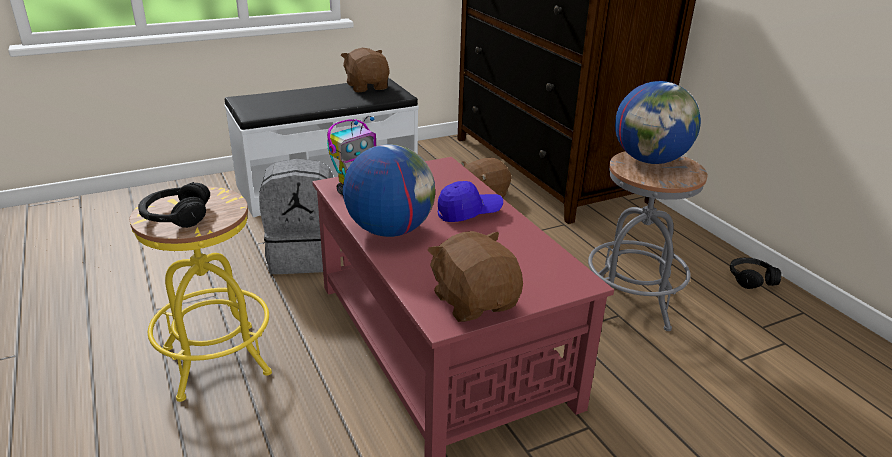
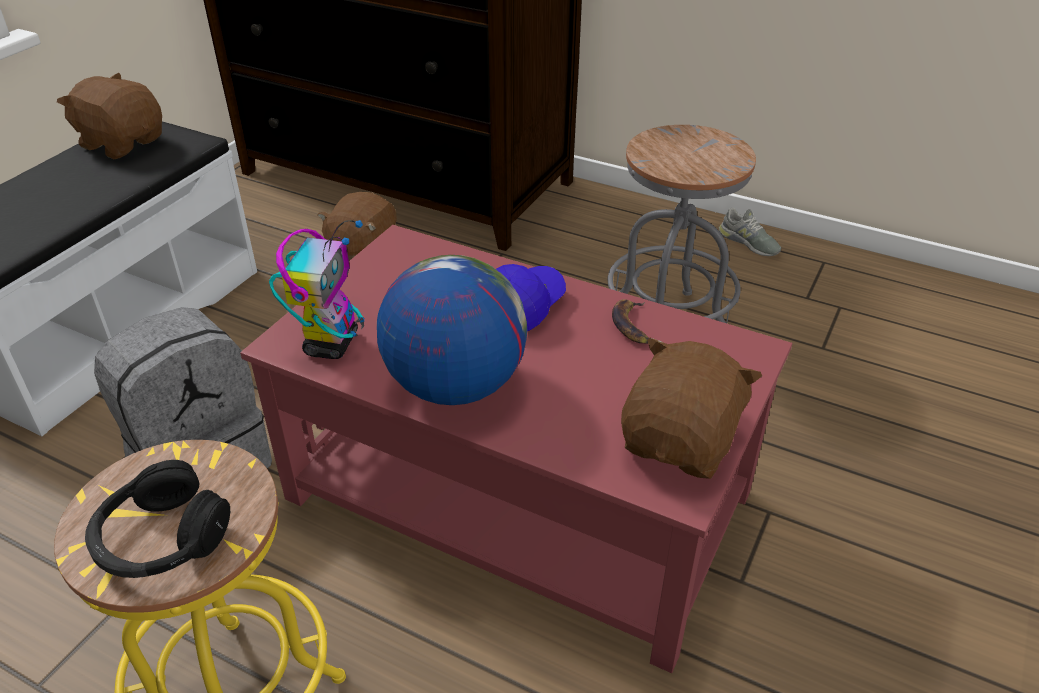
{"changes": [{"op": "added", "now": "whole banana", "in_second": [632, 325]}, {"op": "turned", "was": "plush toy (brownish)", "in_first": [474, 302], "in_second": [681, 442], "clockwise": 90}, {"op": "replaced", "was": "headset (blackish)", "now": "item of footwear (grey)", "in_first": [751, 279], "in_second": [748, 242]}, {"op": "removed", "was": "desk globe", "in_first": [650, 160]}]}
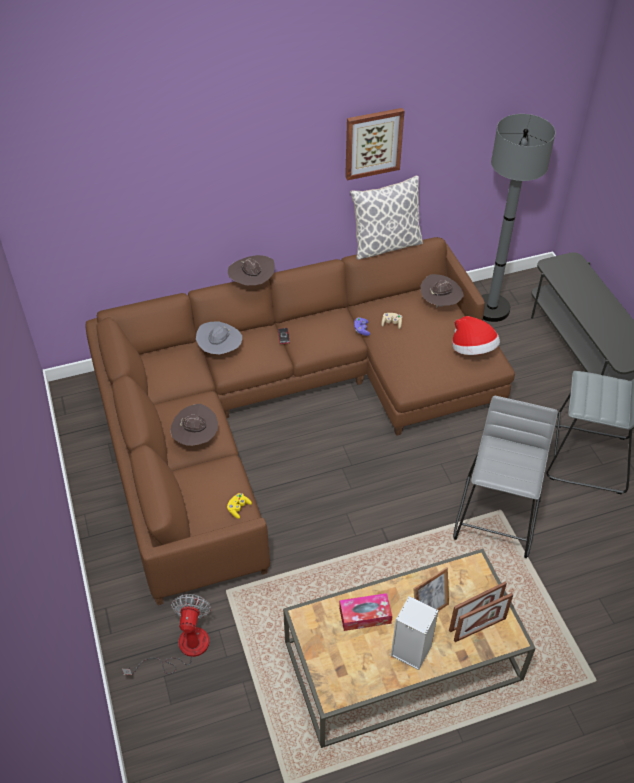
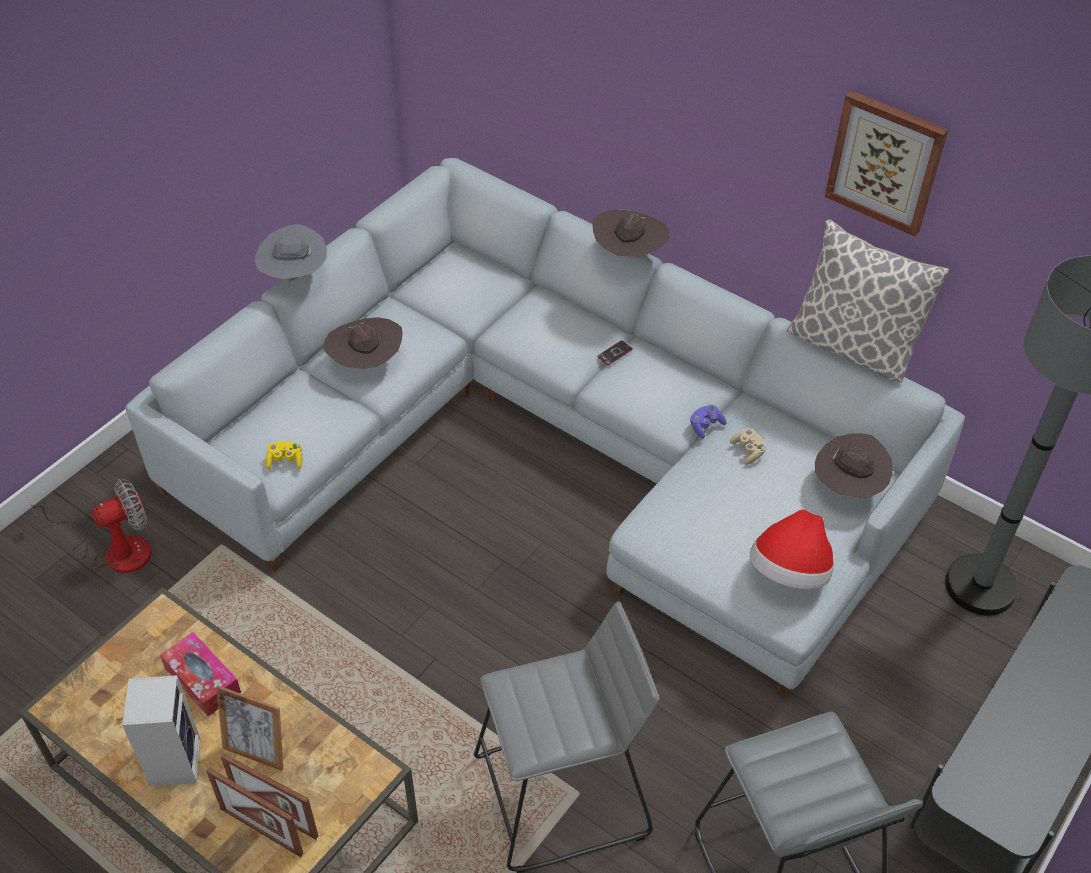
{"changes": [{"op": "recoloured", "was": "sofa (brownish)", "now": "sofa (grey)", "in_first": [284, 407], "in_second": [554, 445]}, {"op": "moved", "was": "hat (grey)", "in_first": [220, 350], "in_second": [294, 276]}]}
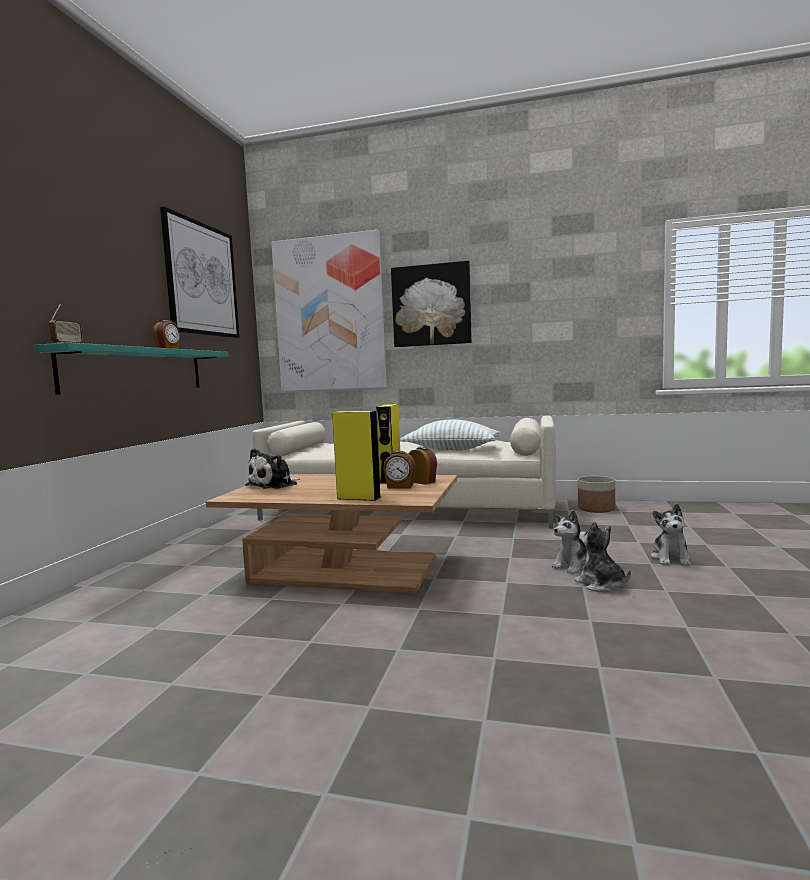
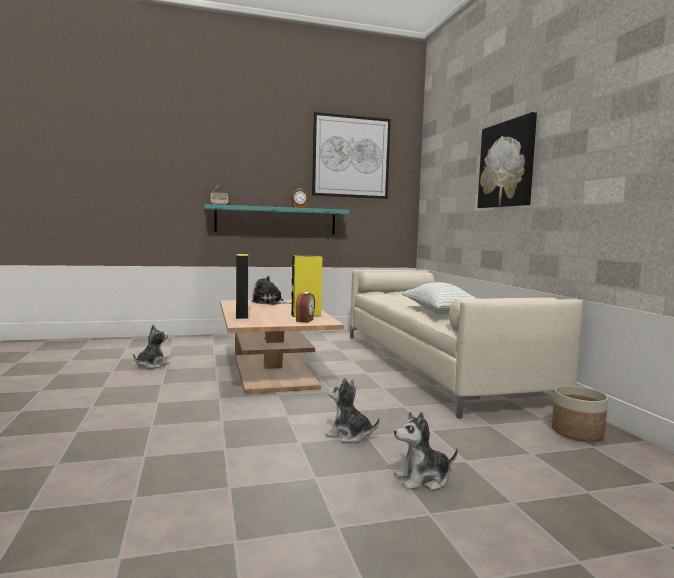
{"changes": [{"op": "moved", "was": "plush toy", "in_first": [601, 585], "in_second": [151, 365]}, {"op": "removed", "was": "picture", "in_first": [329, 314]}, {"op": "removed", "was": "table clock", "in_first": [400, 487]}]}
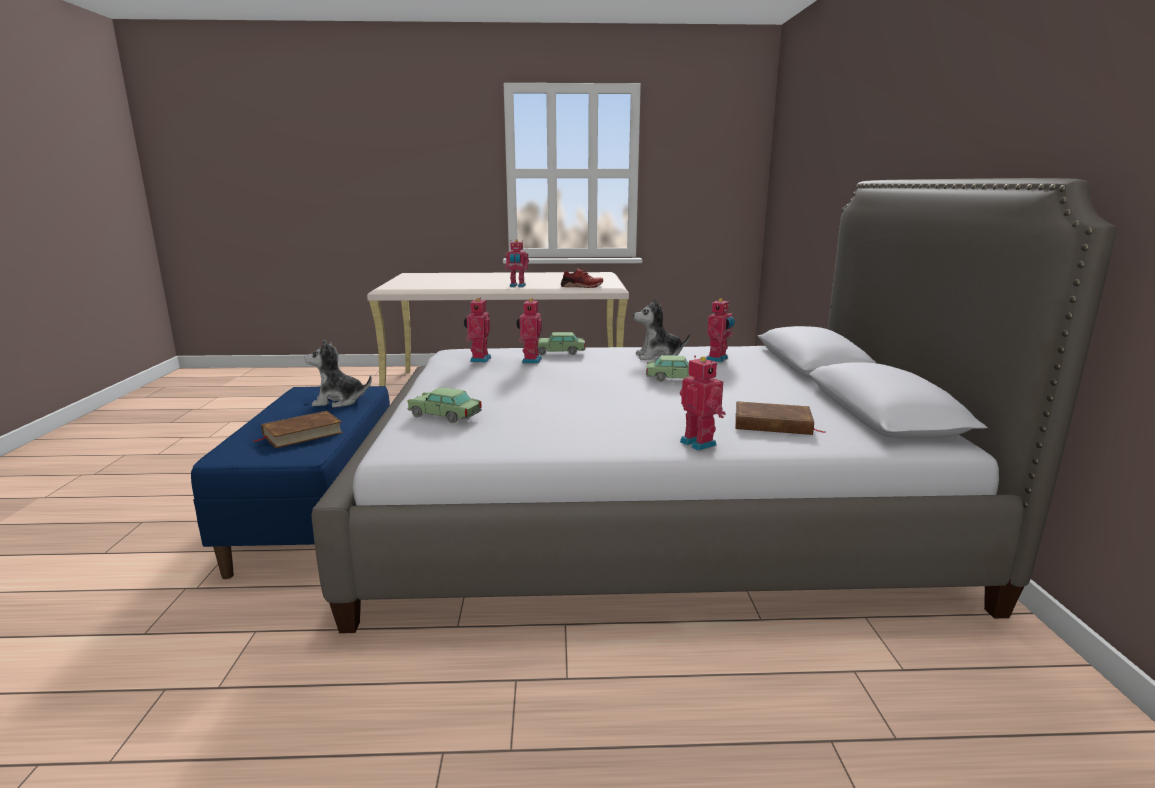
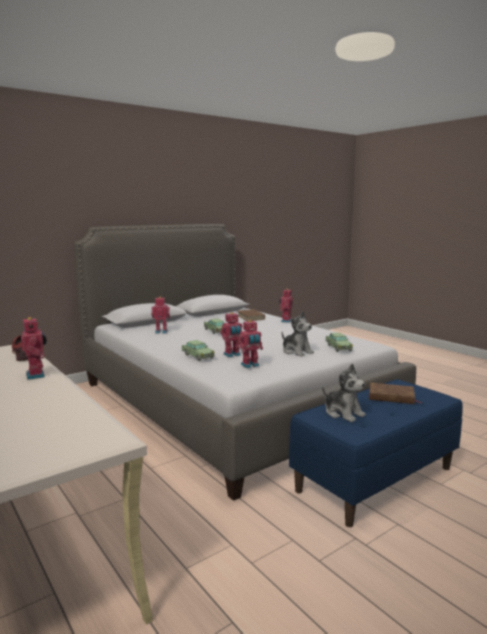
{"changes": [{"op": "moved", "was": "plush toy", "in_first": [658, 357], "in_second": [296, 351]}]}
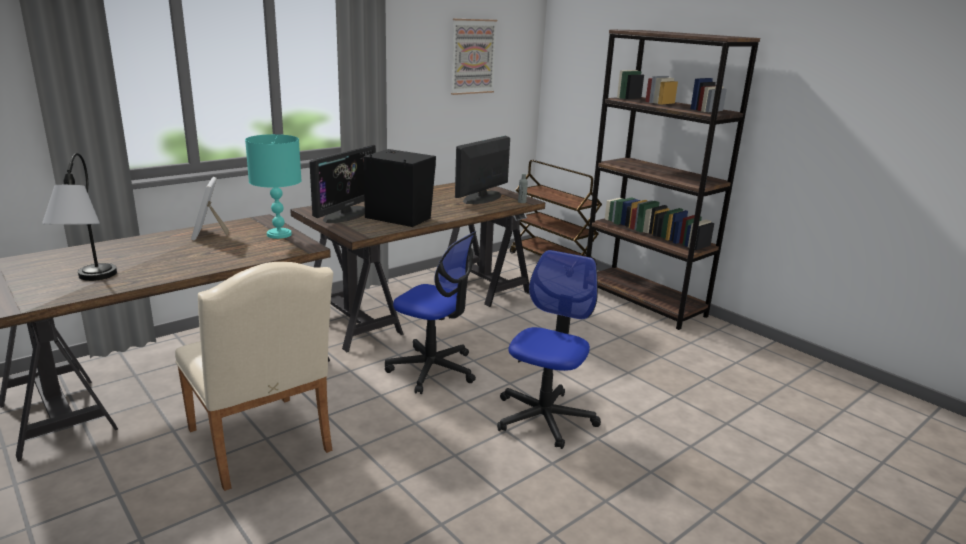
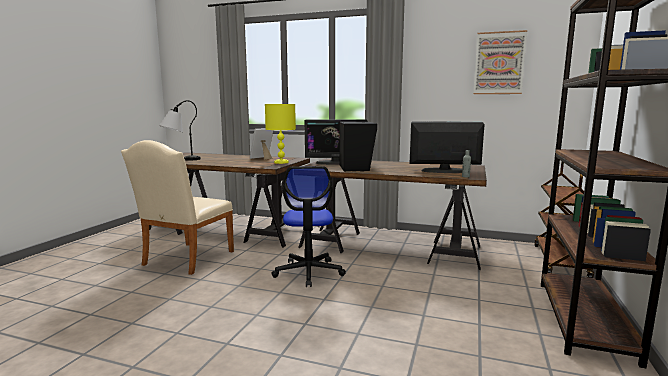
{"changes": [{"op": "recoloured", "was": "tabletop lamp (turquoise)", "now": "tabletop lamp (yellow-coloured)", "in_first": [279, 234], "in_second": [281, 162]}, {"op": "removed", "was": "desk chair", "in_first": [544, 418]}]}
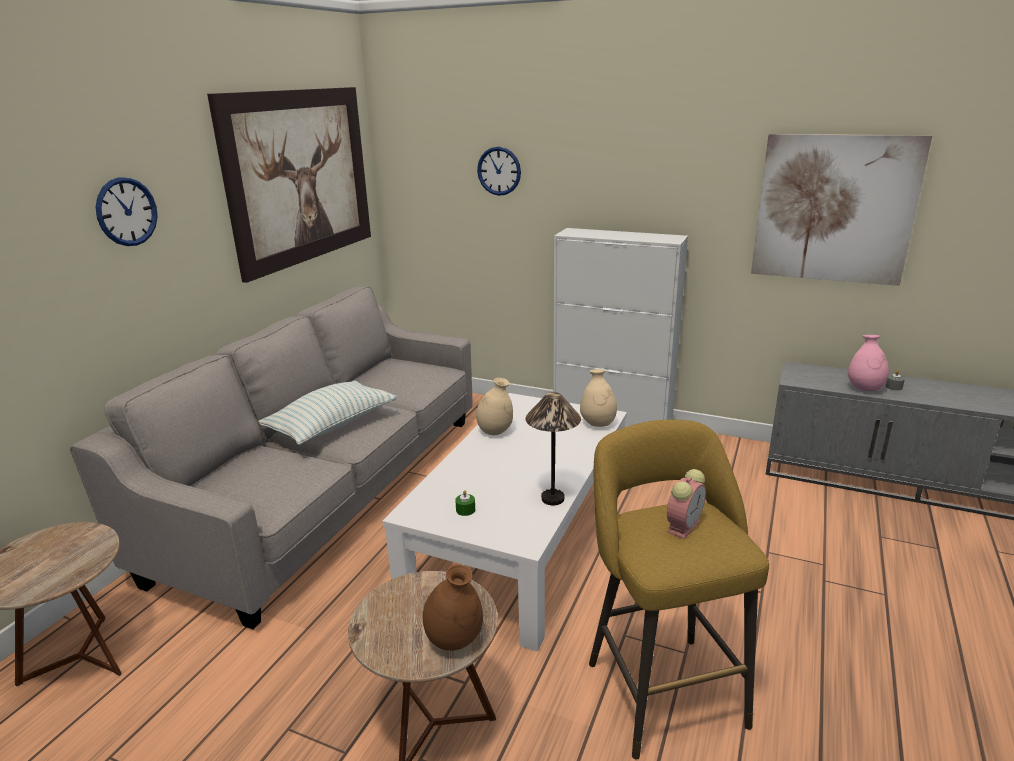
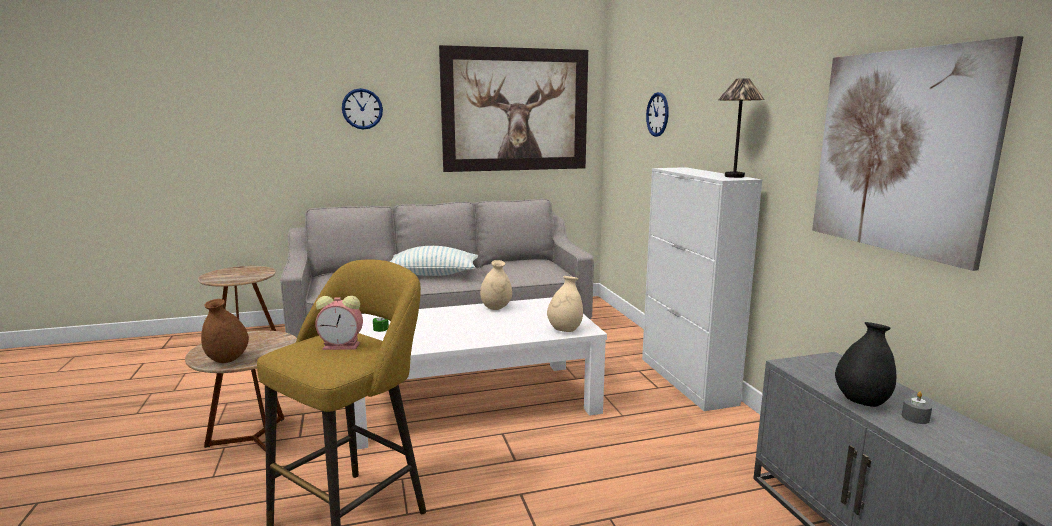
{"changes": [{"op": "moved", "was": "tabletop lamp", "in_first": [552, 498], "in_second": [734, 176]}, {"op": "recoloured", "was": "flower vase (pink)", "now": "flower vase (blackish)", "in_first": [864, 389], "in_second": [861, 402]}]}
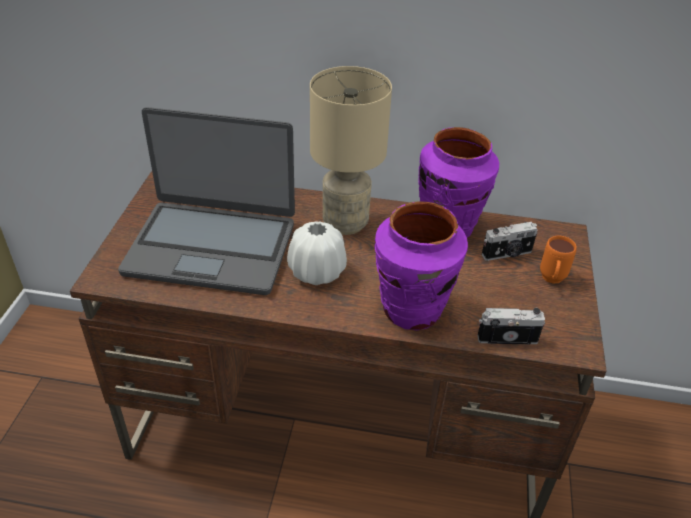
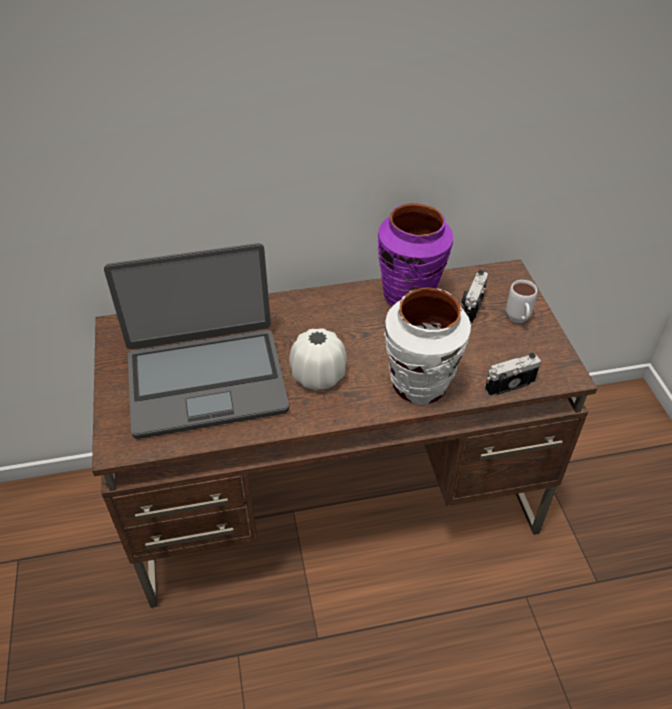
{"changes": [{"op": "recoloured", "was": "flower vase (purple)", "now": "flower vase (whitish)", "in_first": [412, 310], "in_second": [420, 385]}, {"op": "turned", "was": "photo camera", "in_first": [507, 254], "in_second": [471, 307], "clockwise": 150}, {"op": "recoloured", "was": "mug (orangey)", "now": "mug (whitish)", "in_first": [551, 281], "in_second": [518, 321]}, {"op": "removed", "was": "tabletop lamp (beige-coloured)", "in_first": [346, 223]}]}
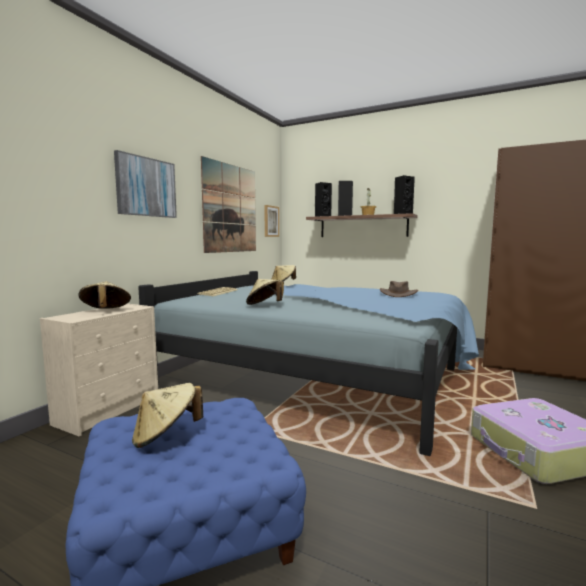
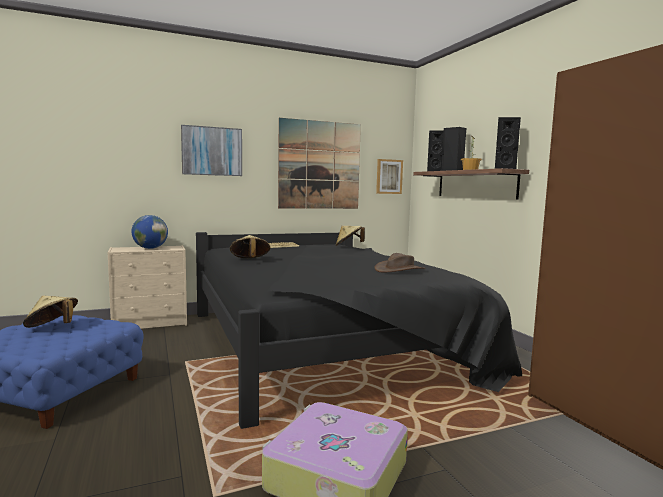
{"changes": [{"op": "replaced", "was": "hat (beige-coloured)", "now": "desk globe", "in_first": [105, 311], "in_second": [150, 248]}, {"op": "recoloured", "was": "sleeping bed (blue)", "now": "sleeping bed (blackish)", "in_first": [320, 374], "in_second": [326, 344]}]}
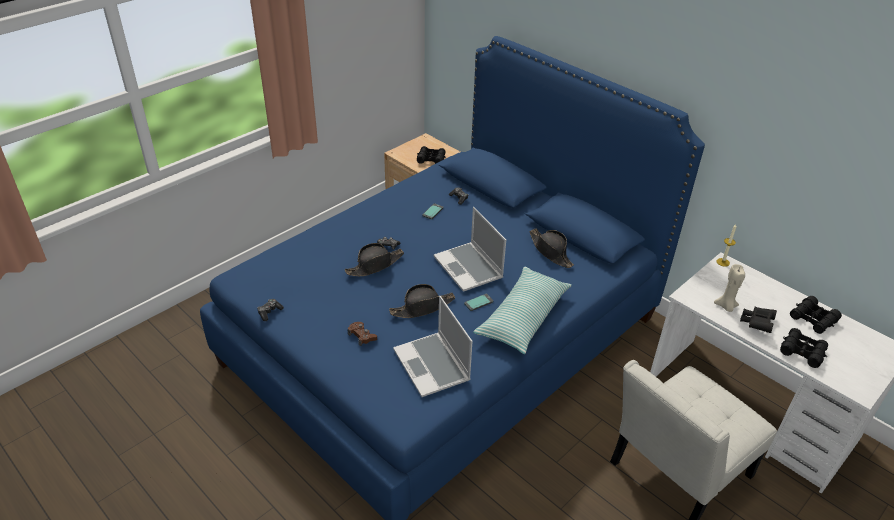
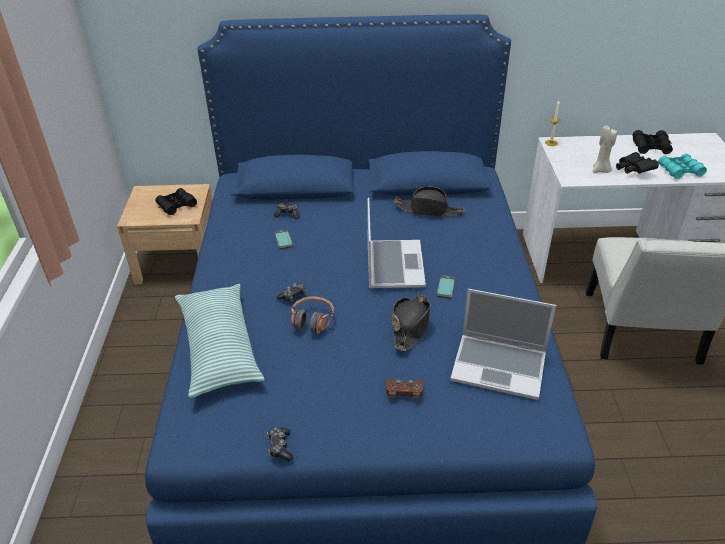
{"changes": [{"op": "moved", "was": "pillow", "in_first": [523, 317], "in_second": [219, 347]}, {"op": "replaced", "was": "hat (blackish)", "now": "headset", "in_first": [375, 265], "in_second": [312, 320]}, {"op": "turned", "was": "laptop", "in_first": [469, 268], "in_second": [393, 265], "clockwise": -105}, {"op": "recoloured", "was": "field glasses (blackish)", "now": "field glasses (turquoise)", "in_first": [802, 351], "in_second": [680, 171]}]}
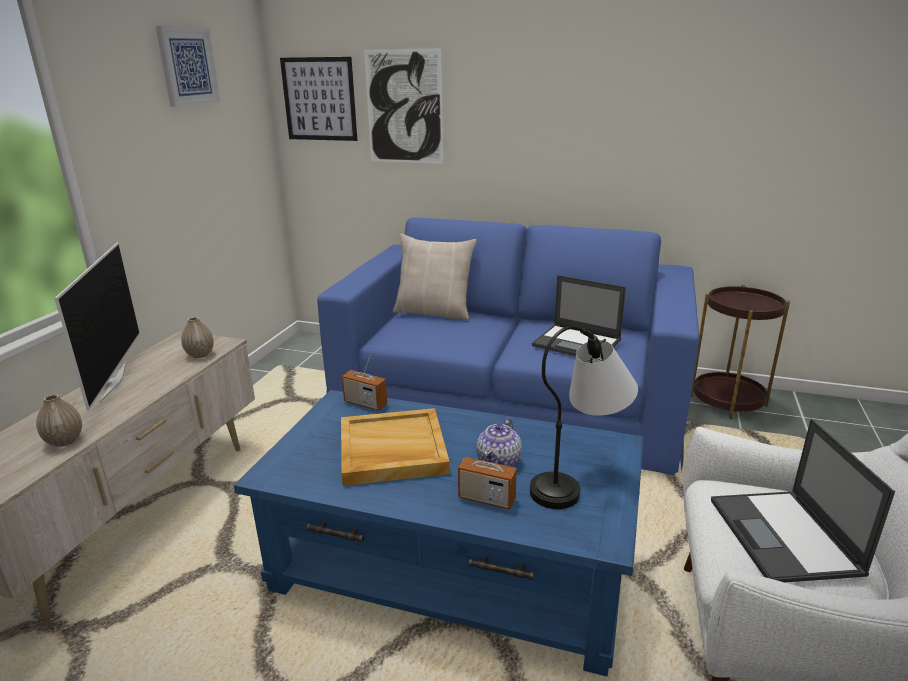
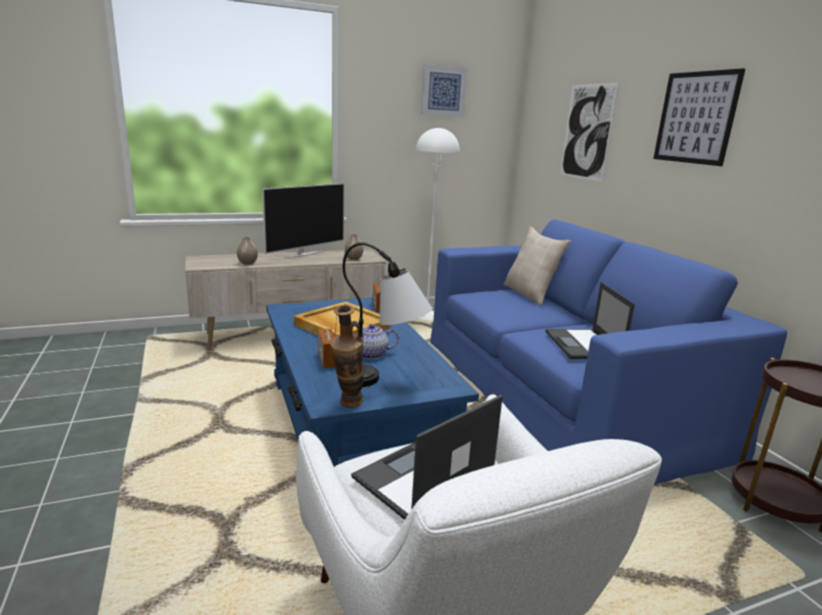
{"changes": [{"op": "added", "now": "flower vase", "in_second": [347, 406]}, {"op": "added", "now": "floor lamp (whitish)", "in_second": [427, 316]}, {"op": "moved", "was": "picture", "in_first": [319, 99], "in_second": [695, 118]}]}
